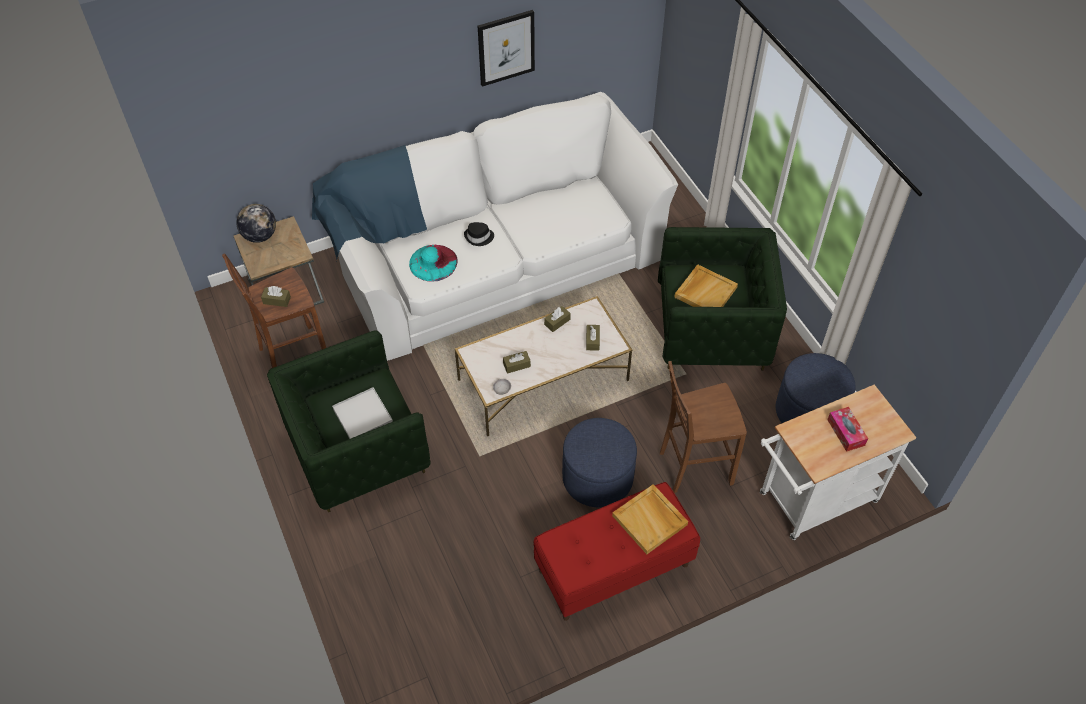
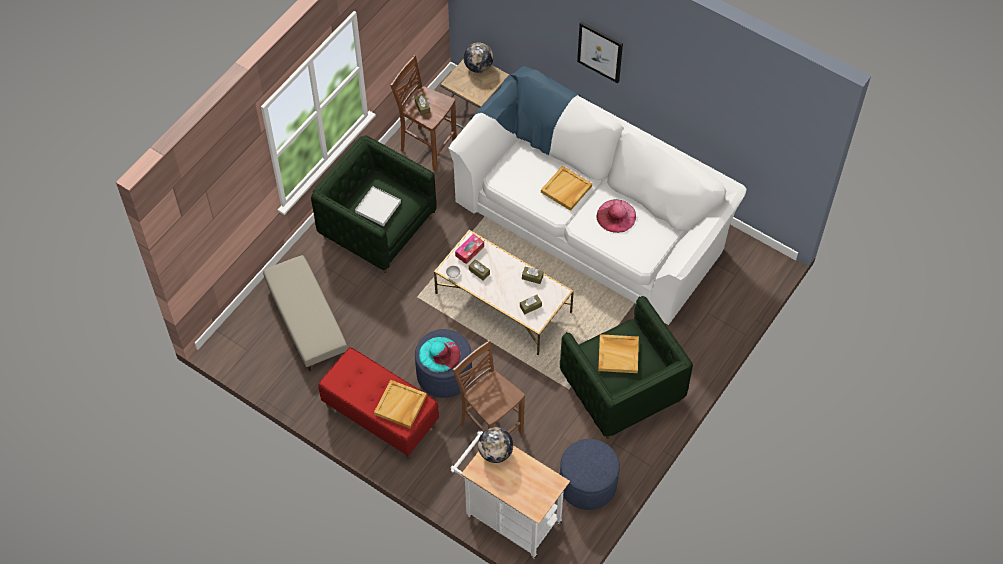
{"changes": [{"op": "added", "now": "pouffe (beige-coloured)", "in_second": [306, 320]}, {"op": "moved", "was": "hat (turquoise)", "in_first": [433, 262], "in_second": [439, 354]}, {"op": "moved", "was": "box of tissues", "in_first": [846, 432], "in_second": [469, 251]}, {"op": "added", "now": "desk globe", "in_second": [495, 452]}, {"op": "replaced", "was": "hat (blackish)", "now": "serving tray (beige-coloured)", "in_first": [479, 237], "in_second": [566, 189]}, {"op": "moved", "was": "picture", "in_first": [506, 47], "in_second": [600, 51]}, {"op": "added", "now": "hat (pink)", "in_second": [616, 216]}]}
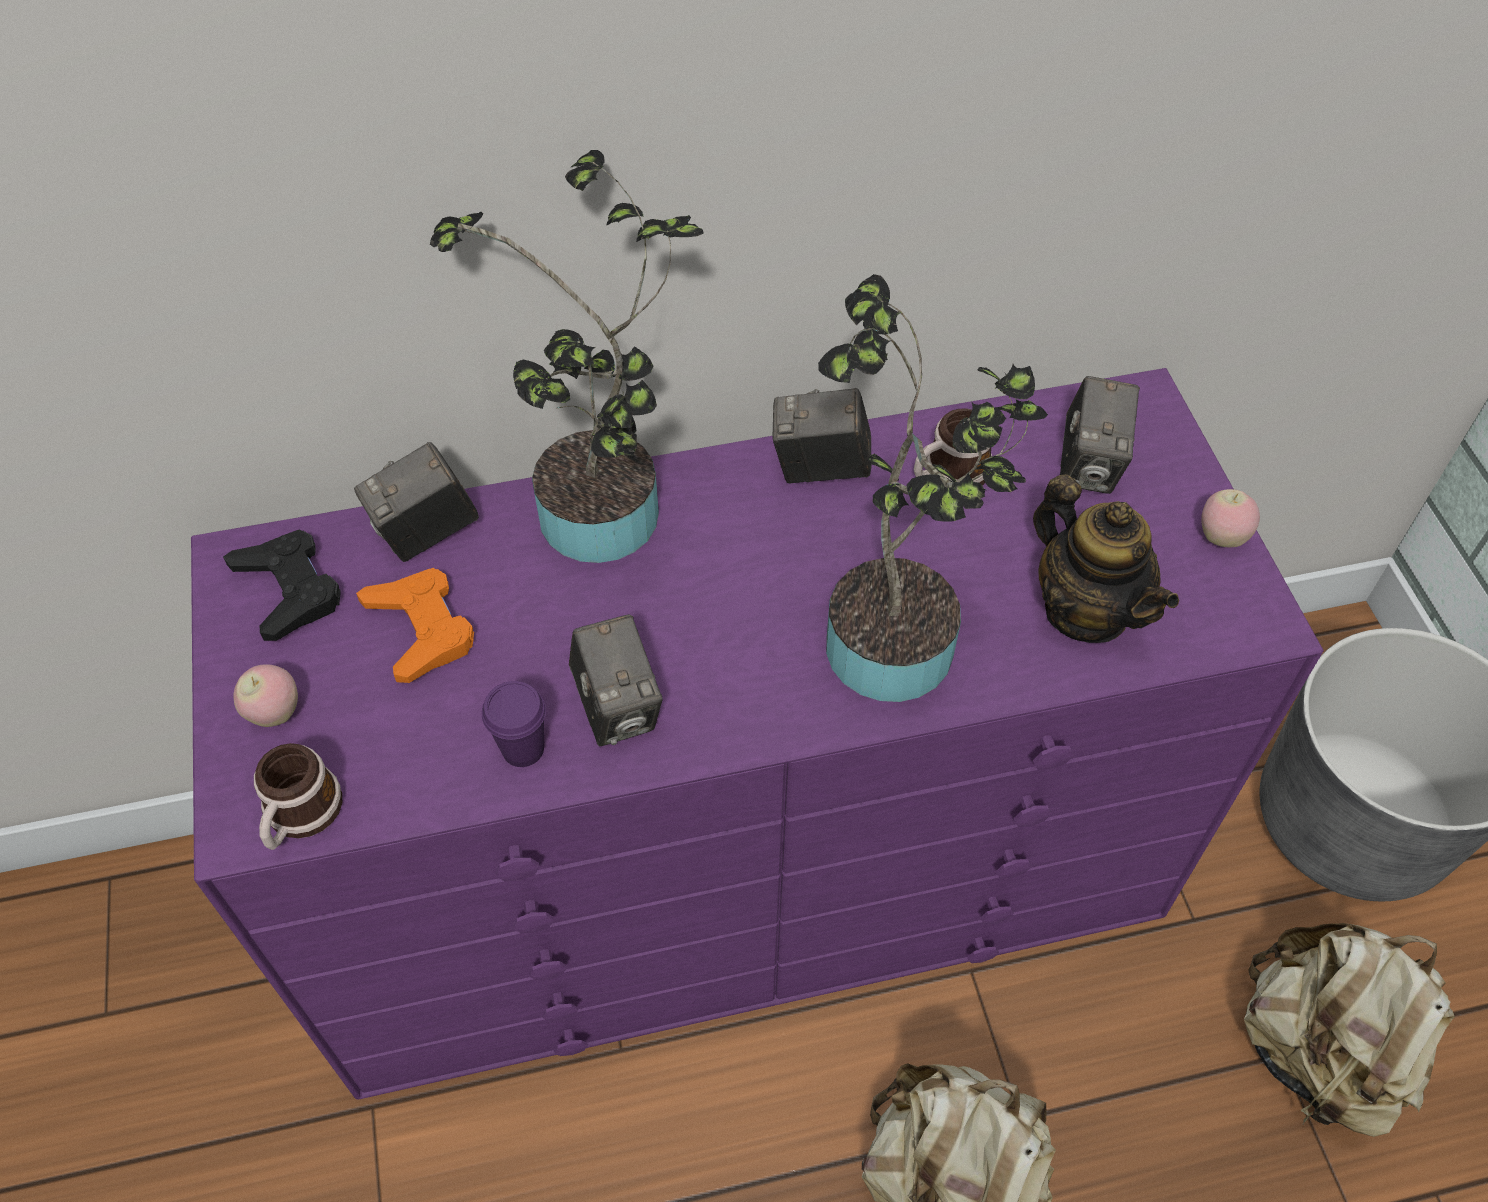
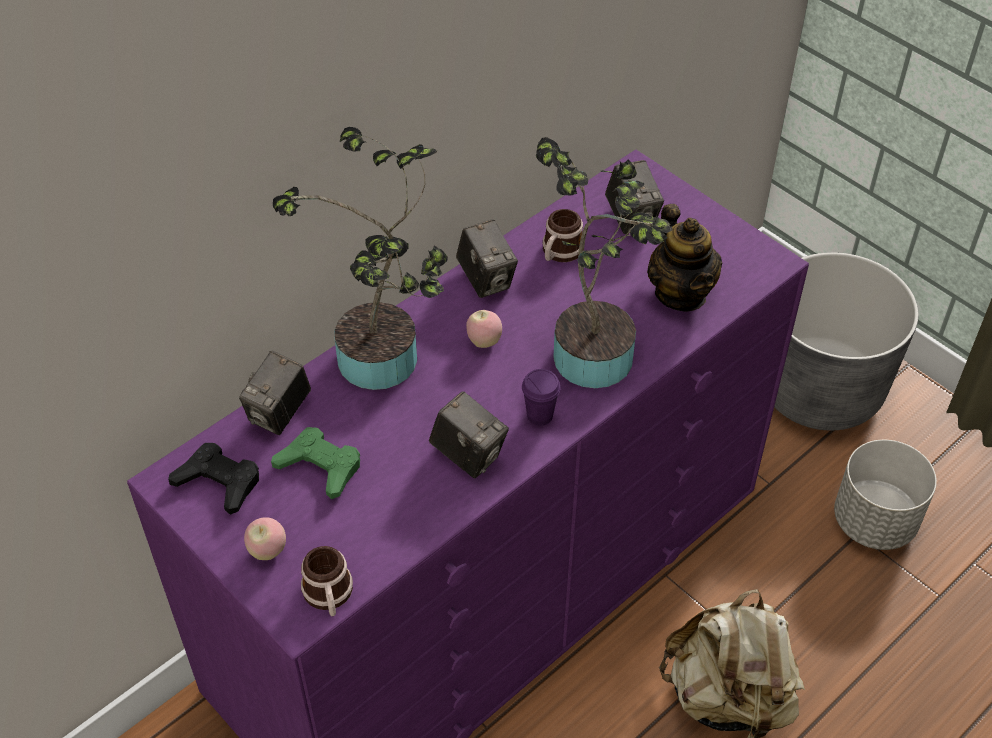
{"changes": [{"op": "recoloured", "was": "joypad (orangey)", "now": "joypad (green-coloured)", "in_first": [421, 629], "in_second": [320, 466]}, {"op": "turned", "was": "photo camera", "in_first": [820, 468], "in_second": [486, 279], "clockwise": -90}, {"op": "moved", "was": "apple fruit", "in_first": [1221, 537], "in_second": [484, 342]}, {"op": "moved", "was": "cup (purple)", "in_first": [523, 749], "in_second": [539, 415]}, {"op": "turned", "was": "teapot", "in_first": [1086, 610], "in_second": [681, 293], "clockwise": 45}, {"op": "replaced", "was": "backpack (beige-coloured)", "now": "planter (grey)", "in_first": [1317, 1051], "in_second": [874, 521]}]}
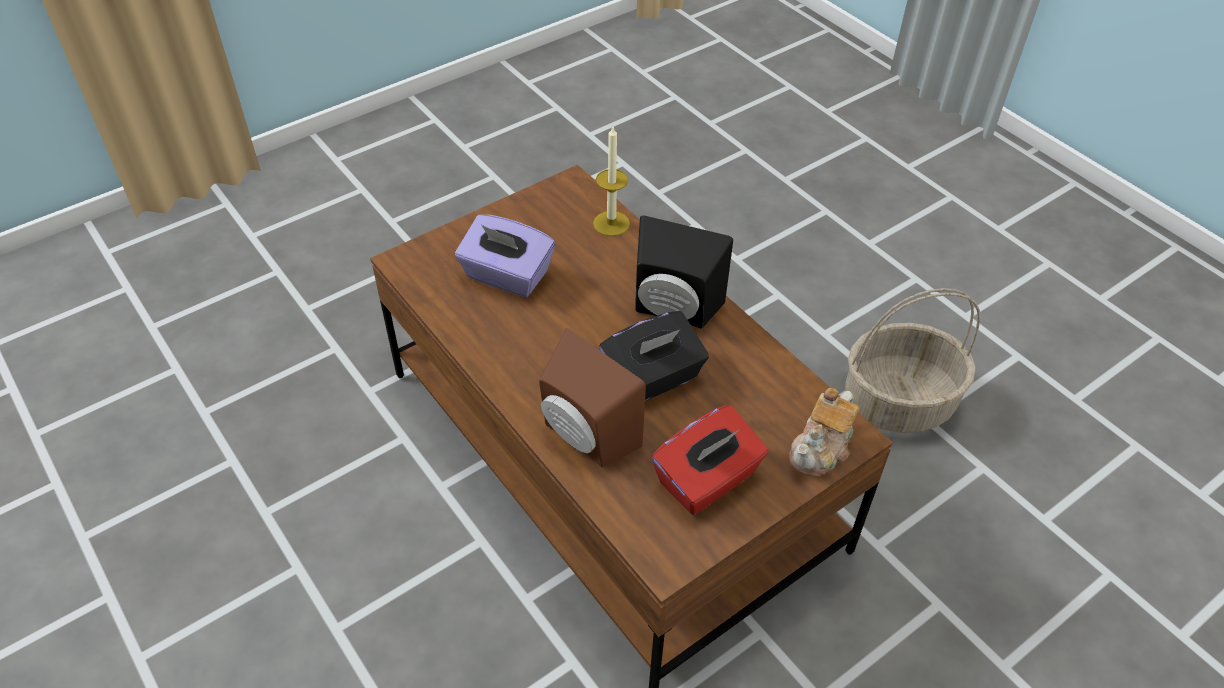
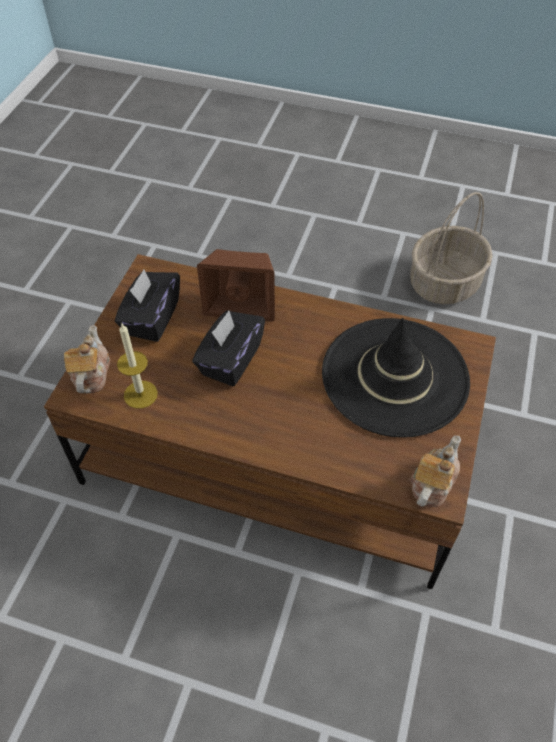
{"changes": [{"op": "recoloured", "was": "box of tissues (red)", "now": "box of tissues (blackish)", "in_first": [707, 480], "in_second": [151, 319]}, {"op": "moved", "was": "candle", "in_first": [611, 223], "in_second": [140, 394]}, {"op": "replaced", "was": "box of tissues (purple)", "now": "hat (blackish)", "in_first": [506, 276], "in_second": [395, 376]}, {"op": "added", "now": "teapot", "in_second": [432, 483]}, {"op": "moved", "was": "household basket", "in_first": [899, 401], "in_second": [444, 284]}, {"op": "removed", "was": "audio speaker (blackish)", "in_first": [672, 311]}]}
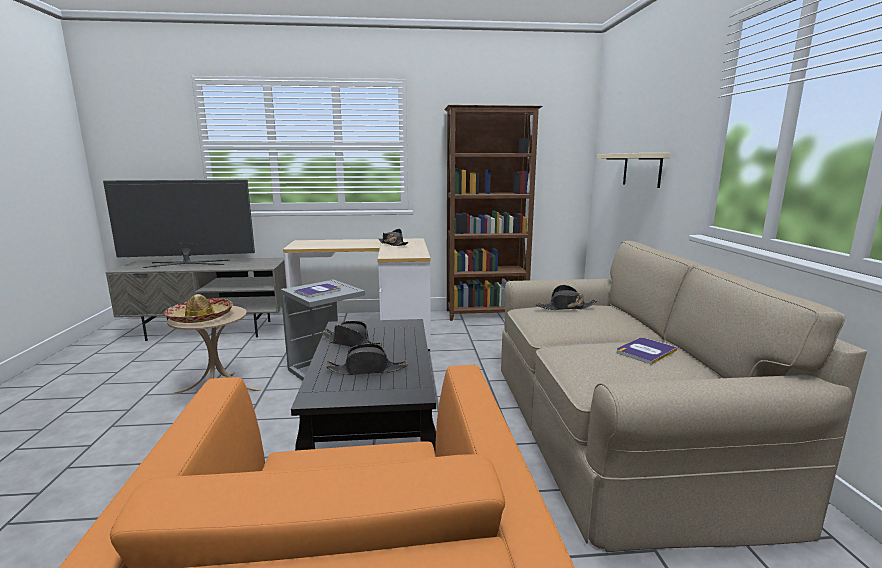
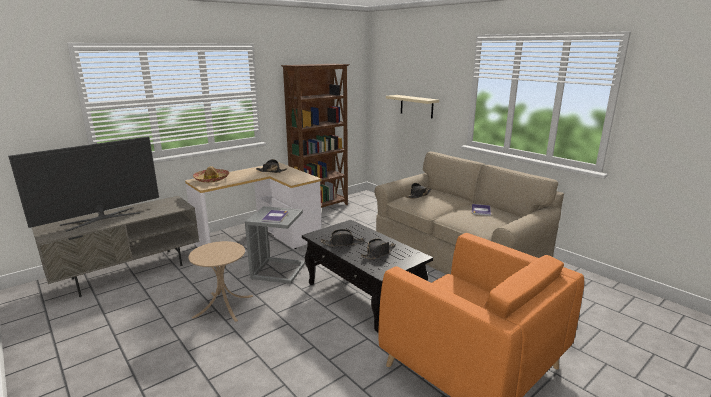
{"changes": [{"op": "moved", "was": "hat", "in_first": [200, 317], "in_second": [211, 179]}]}
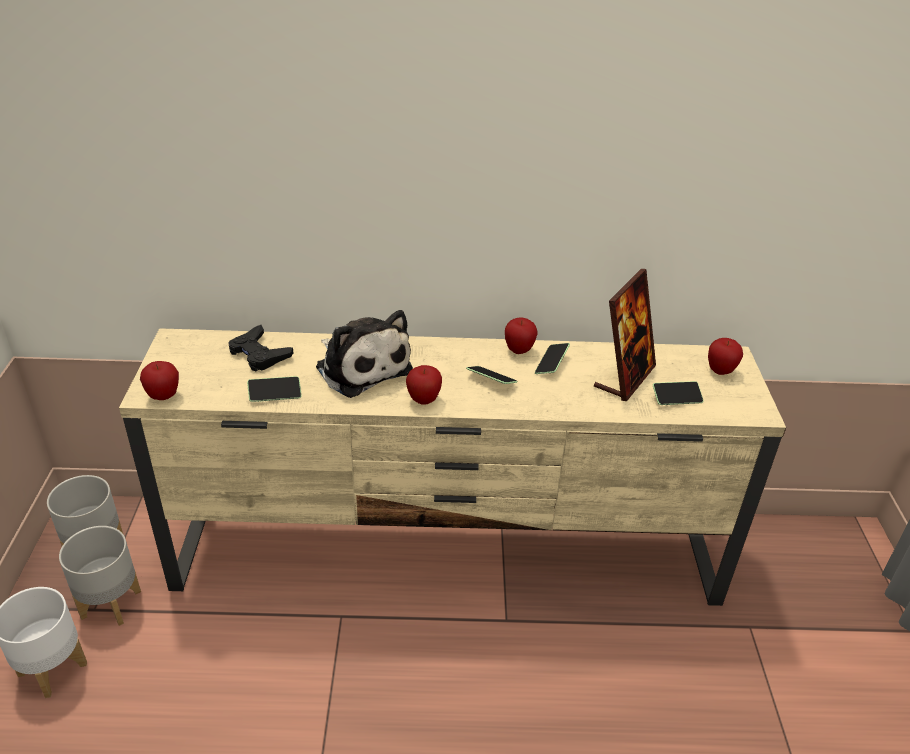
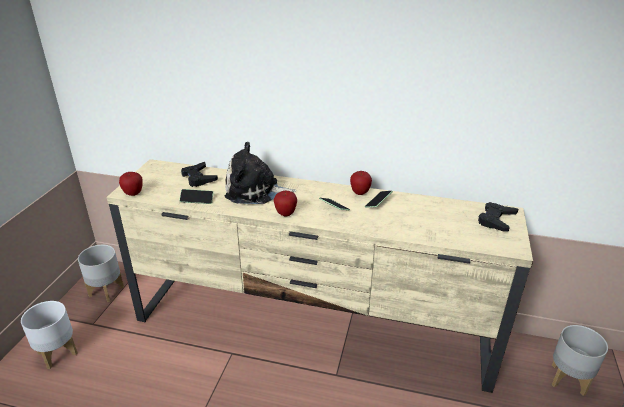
{"changes": [{"op": "turned", "was": "plush toy", "in_first": [361, 367], "in_second": [255, 191], "clockwise": 120}, {"op": "replaced", "was": "apple fruit", "now": "joypad (blackish)", "in_first": [720, 371], "in_second": [496, 220]}, {"op": "moved", "was": "planter (grey)", "in_first": [110, 604], "in_second": [567, 379]}, {"op": "removed", "was": "picture frame", "in_first": [624, 377]}, {"op": "removed", "was": "handset", "in_first": [676, 399]}]}
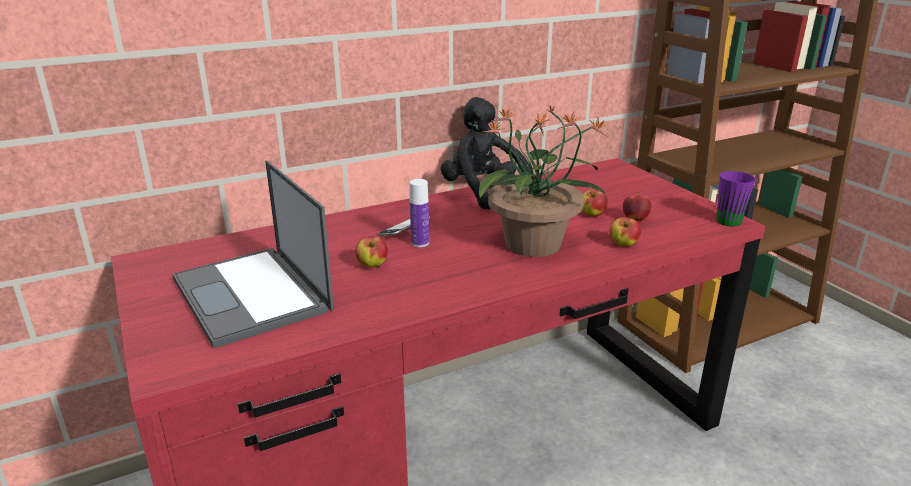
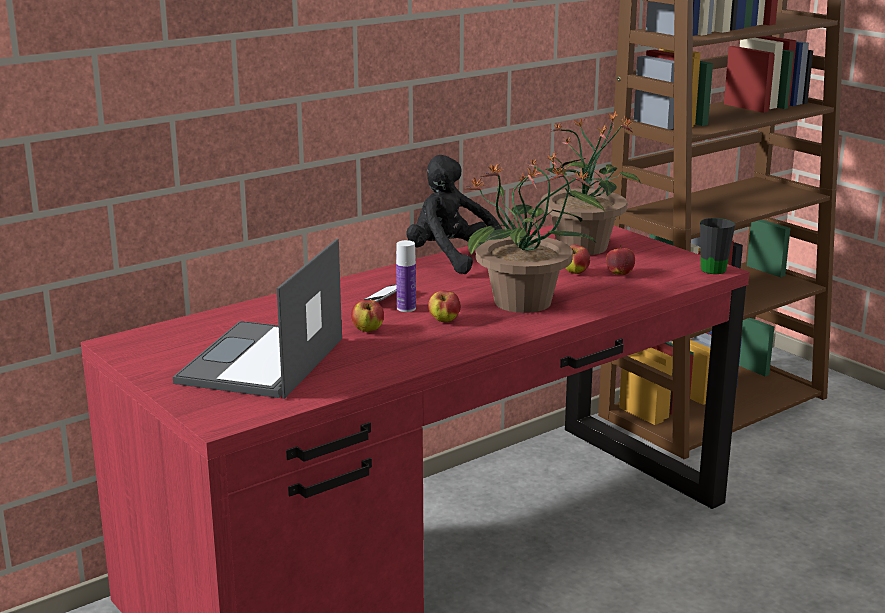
{"changes": [{"op": "turned", "was": "laptop", "in_first": [252, 295], "in_second": [261, 362], "clockwise": 60}, {"op": "moved", "was": "apple fruit", "in_first": [623, 245], "in_second": [444, 321]}, {"op": "added", "now": "plant in a pot", "in_second": [583, 246]}, {"op": "recoloured", "was": "mug (purple)", "now": "mug (blackish)", "in_first": [731, 219], "in_second": [715, 268]}]}
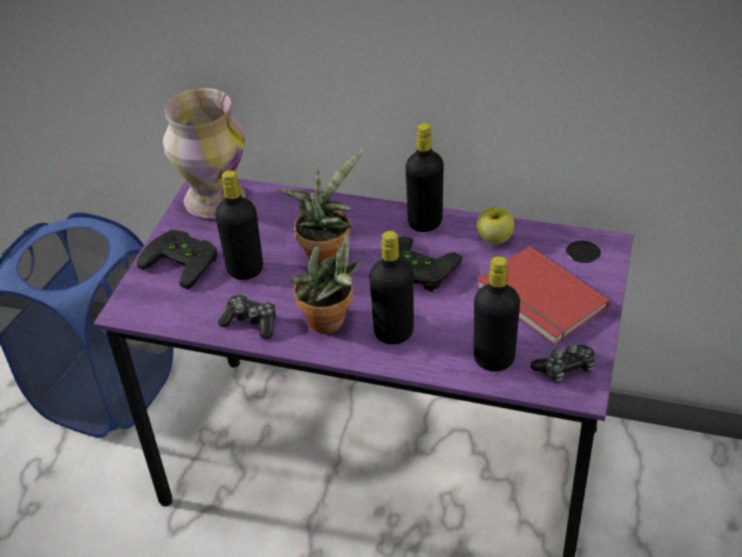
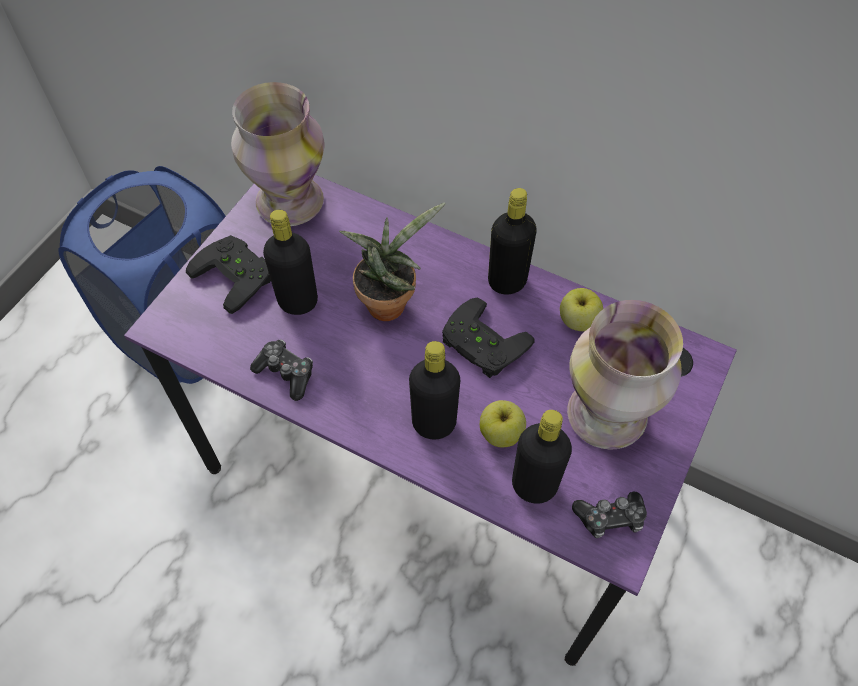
{"changes": [{"op": "added", "now": "apple fruit", "in_second": [501, 433]}, {"op": "replaced", "was": "volume (red)", "now": "flower vase", "in_first": [539, 300], "in_second": [605, 416]}, {"op": "removed", "was": "plant in a pot", "in_first": [331, 323]}]}
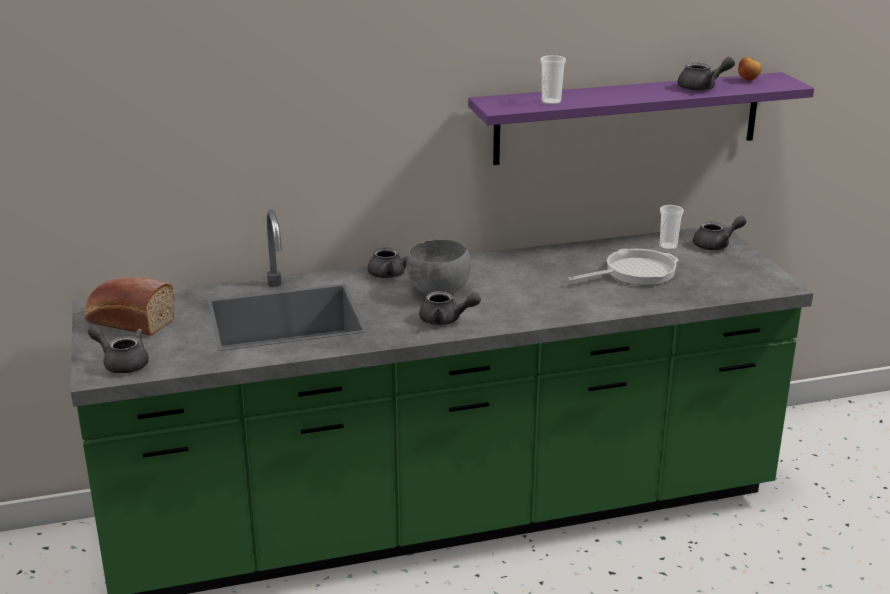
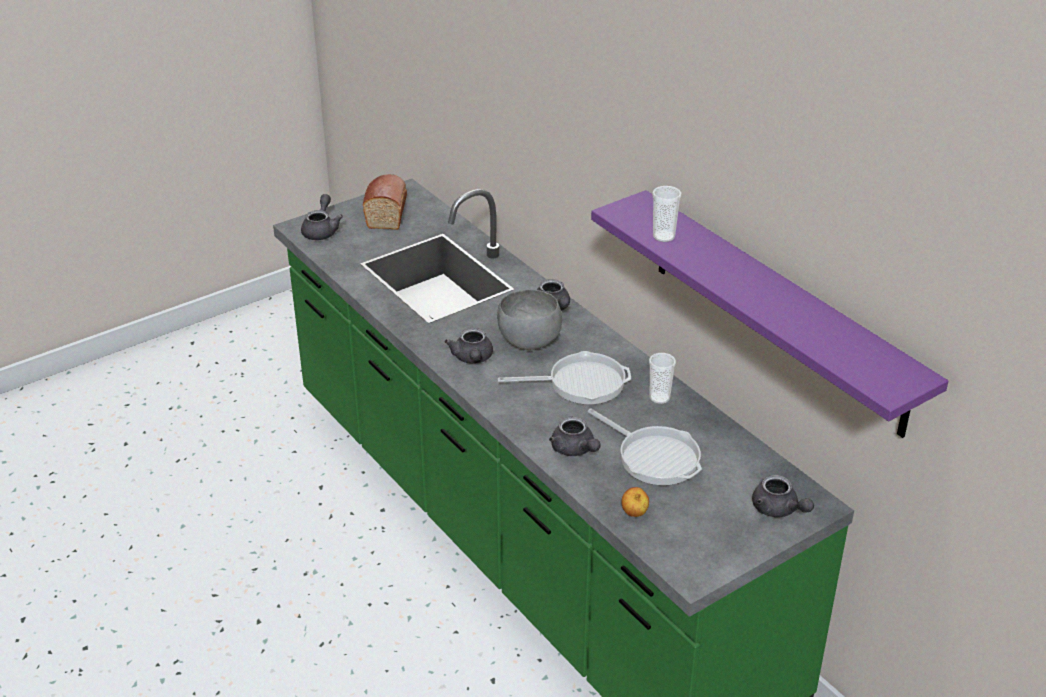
{"changes": [{"op": "added", "now": "skillet", "in_second": [581, 383]}, {"op": "moved", "was": "teapot (grey)", "in_first": [702, 88], "in_second": [575, 450]}, {"op": "moved", "was": "apple fruit", "in_first": [748, 80], "in_second": [634, 514]}, {"op": "moved", "was": "cup", "in_first": [668, 247], "in_second": [659, 398]}]}
